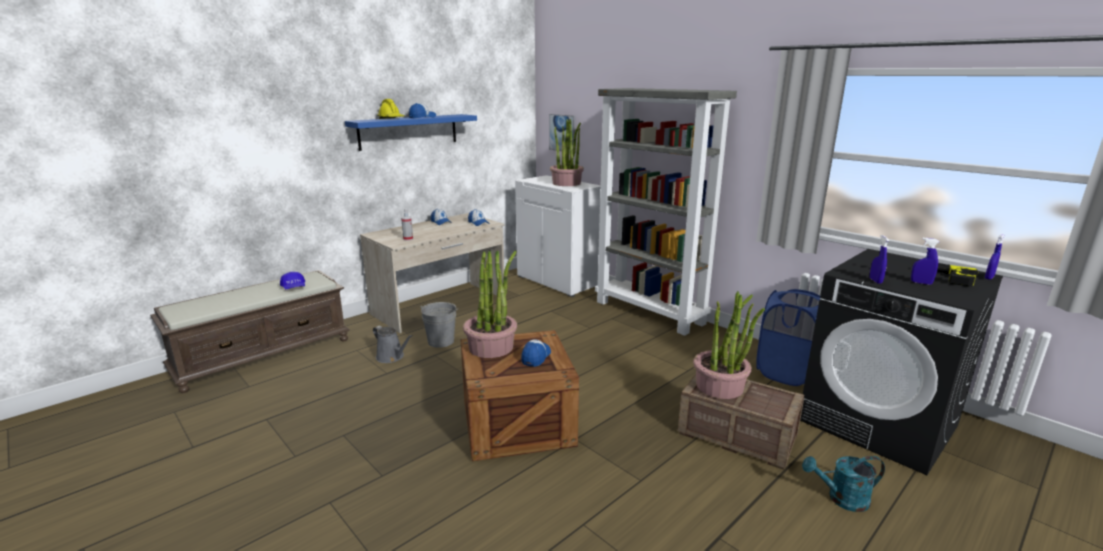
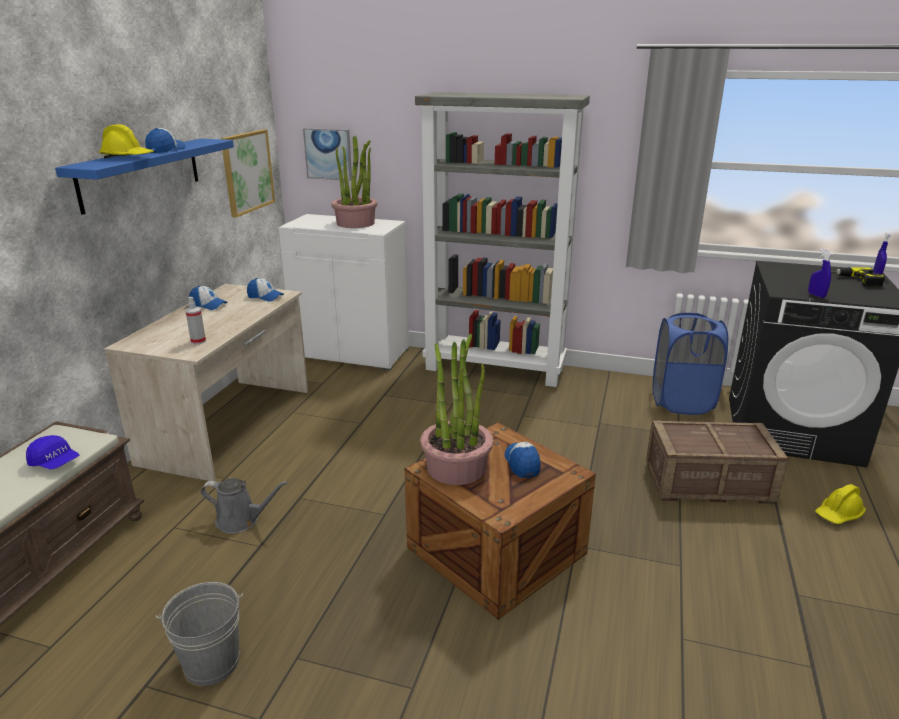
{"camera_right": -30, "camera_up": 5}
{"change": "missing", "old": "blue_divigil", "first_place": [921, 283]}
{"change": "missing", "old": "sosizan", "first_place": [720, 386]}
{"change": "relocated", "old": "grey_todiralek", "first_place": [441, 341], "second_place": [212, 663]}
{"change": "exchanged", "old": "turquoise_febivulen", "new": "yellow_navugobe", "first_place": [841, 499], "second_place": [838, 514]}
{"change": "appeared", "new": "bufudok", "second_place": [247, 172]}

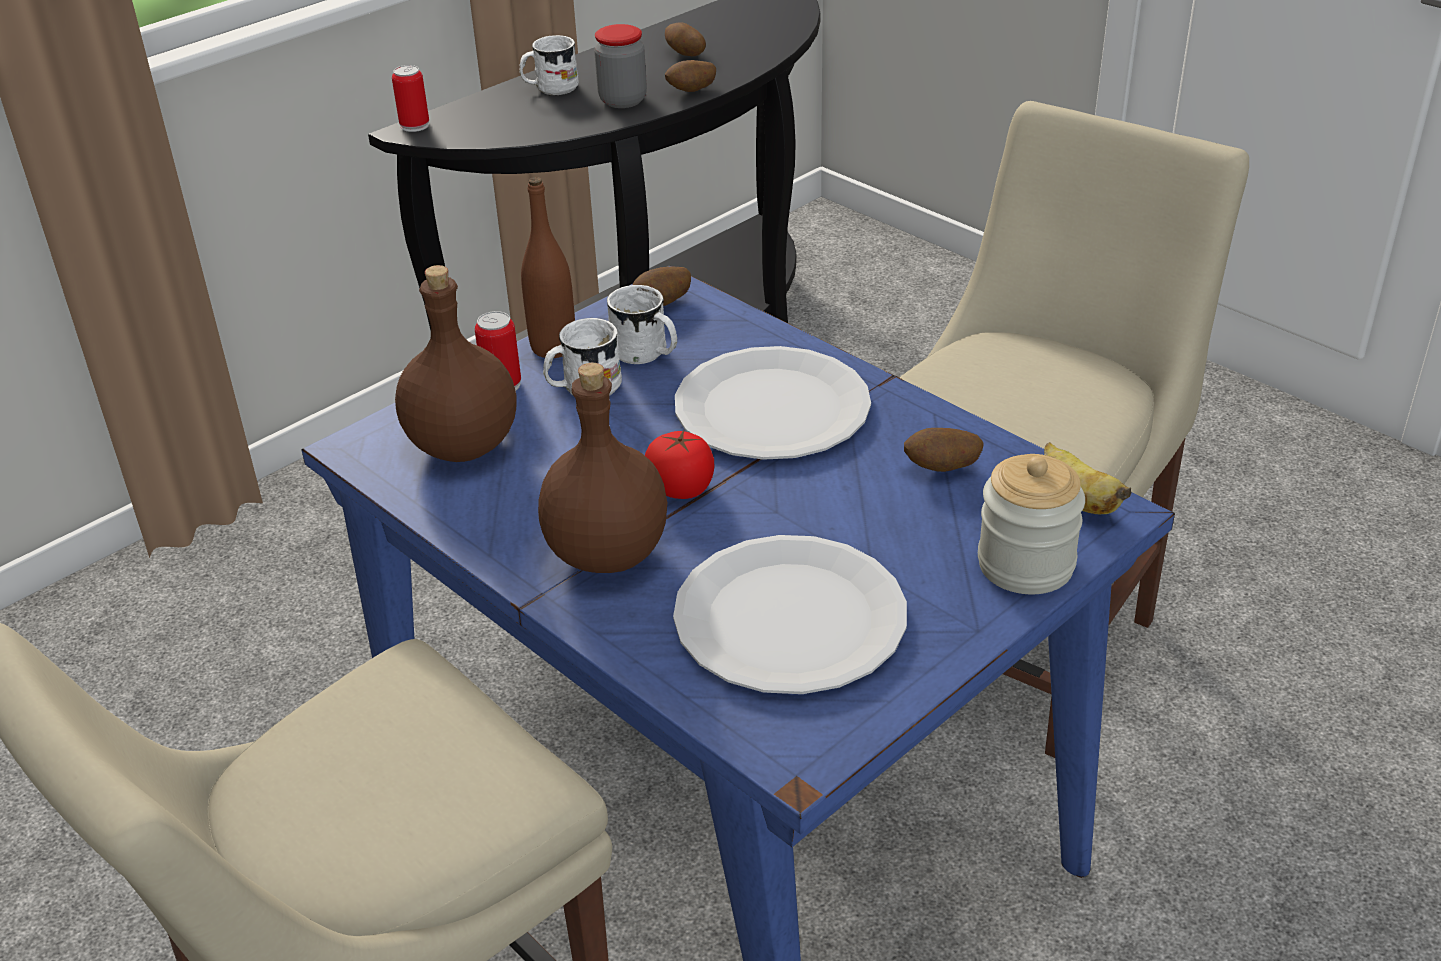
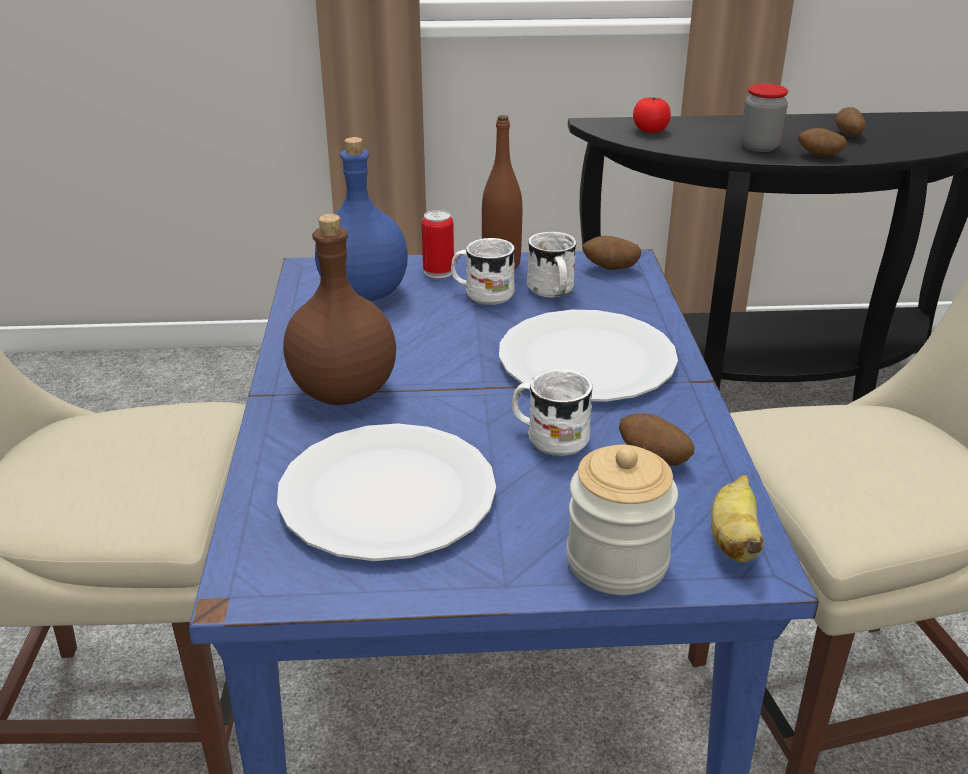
{"camera_right": 40, "camera_up": -5}
{"change": "relocated", "old": "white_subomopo", "first_place": [550, 88], "second_place": [549, 438]}
{"change": "missing", "old": "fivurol", "first_place": [414, 125]}
{"change": "colour", "old": "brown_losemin", "new": "blue_losemin", "first_place": [464, 447], "second_place": [363, 294]}
{"change": "relocated", "old": "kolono", "first_place": [681, 488], "second_place": [650, 130]}

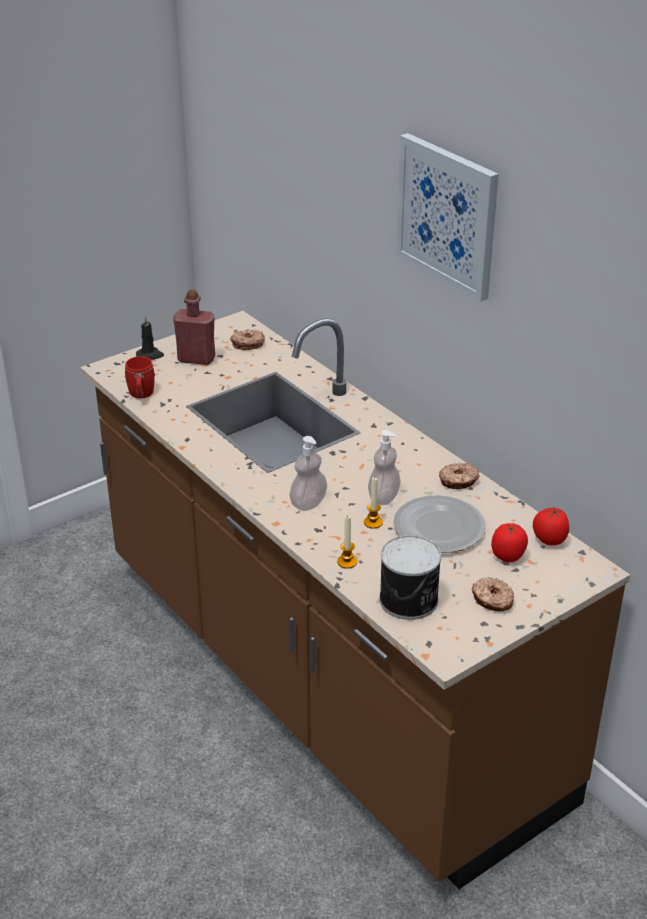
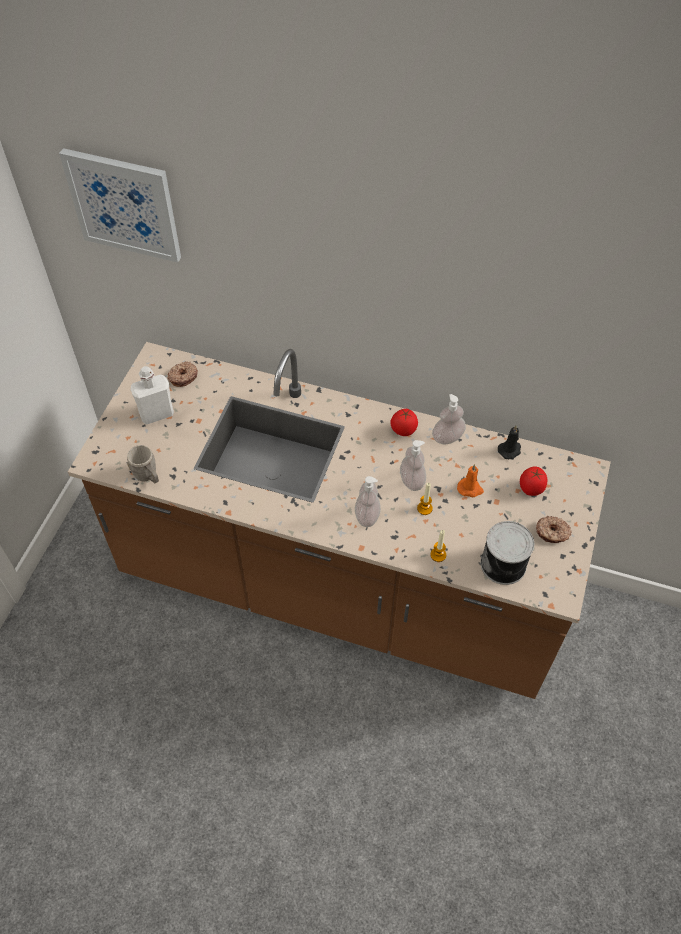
{"camera_right": -35, "camera_up": 20}
{"change": "relocated", "old": "bufudok", "first_place": [447, 215], "second_place": [124, 204]}
{"change": "colour", "old": "red_losemin", "new": "white_losemin", "first_place": [196, 359], "second_place": [156, 414]}
{"change": "relocated", "old": "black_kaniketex", "first_place": [150, 355], "second_place": [510, 450]}
{"change": "colour", "old": "red_subomopo", "new": "grey_subomopo", "first_place": [141, 395], "second_place": [148, 476]}
{"change": "exchanged", "old": "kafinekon", "new": "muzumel", "first_place": [458, 481], "second_place": [447, 437]}
{"change": "exchanged", "old": "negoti", "new": "orange_kaniketex", "first_place": [439, 528], "second_place": [470, 489]}
{"change": "relocated", "old": "kolono", "first_place": [549, 540], "second_place": [403, 430]}

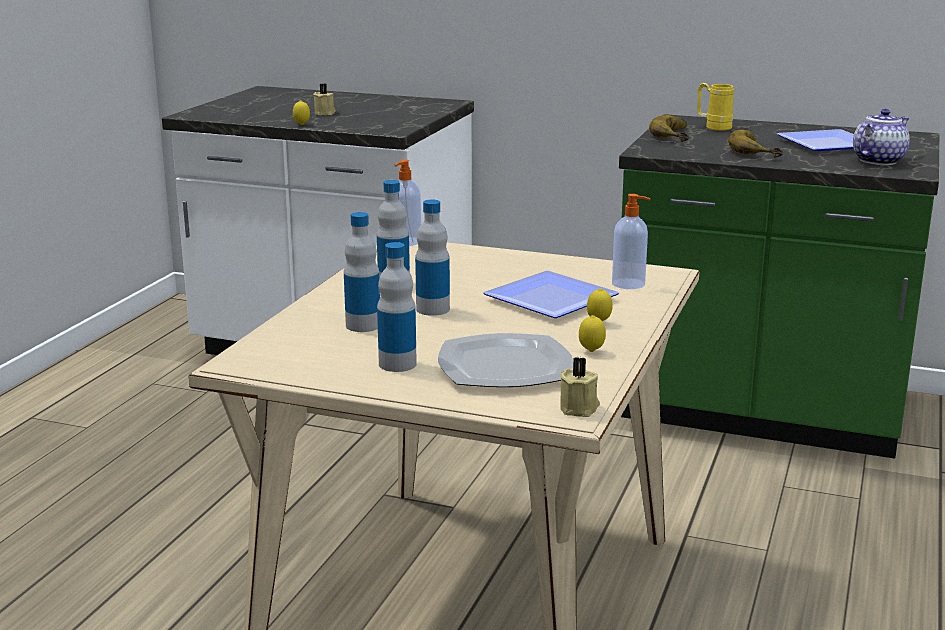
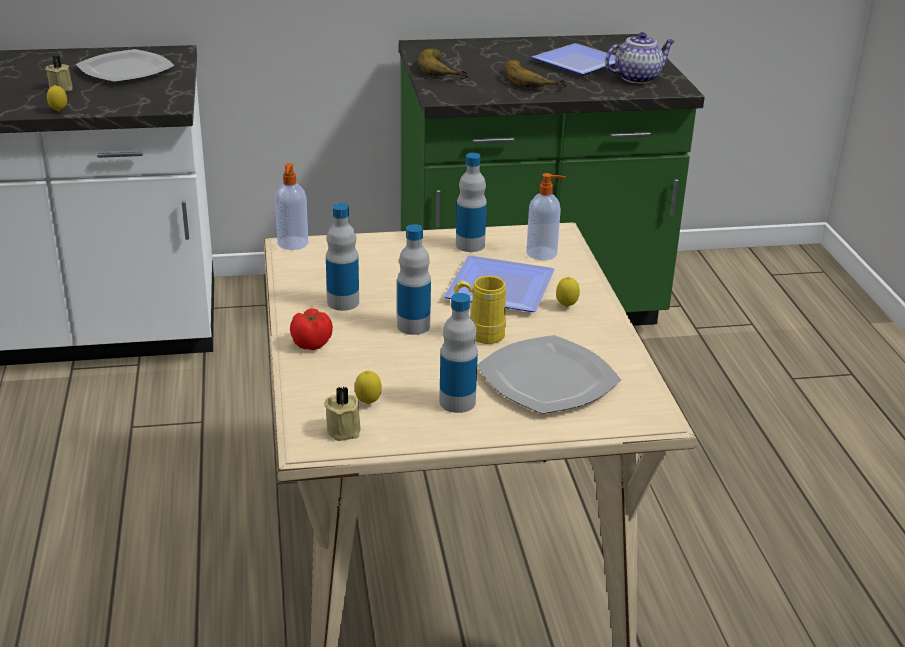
{"camera_right": -30, "camera_up": 10}
{"change": "relocated", "old": "yellow_subomopo", "first_place": [713, 127], "second_place": [479, 335]}
{"change": "spun", "old": "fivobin", "first_place": [878, 161], "second_place": [638, 78], "degrees": 45}
{"change": "relocated", "old": "losemin", "first_place": [363, 325], "second_place": [470, 245]}
{"change": "relocated", "old": "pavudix", "first_place": [591, 351], "second_place": [368, 403]}
{"change": "relocated", "old": "beige_kaniketex", "first_place": [580, 408], "second_place": [345, 429]}
{"change": "appeared", "new": "negoti", "second_place": [125, 70]}
{"change": "appeared", "new": "kolono", "second_place": [312, 343]}

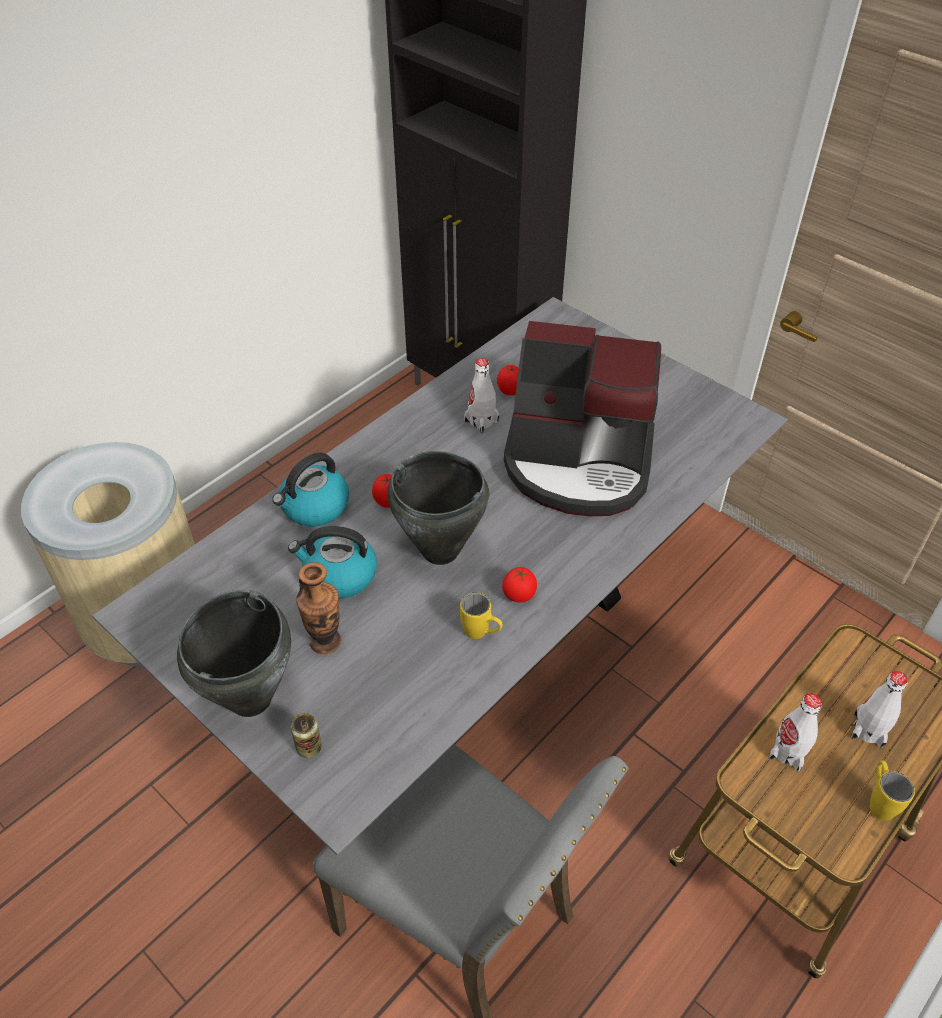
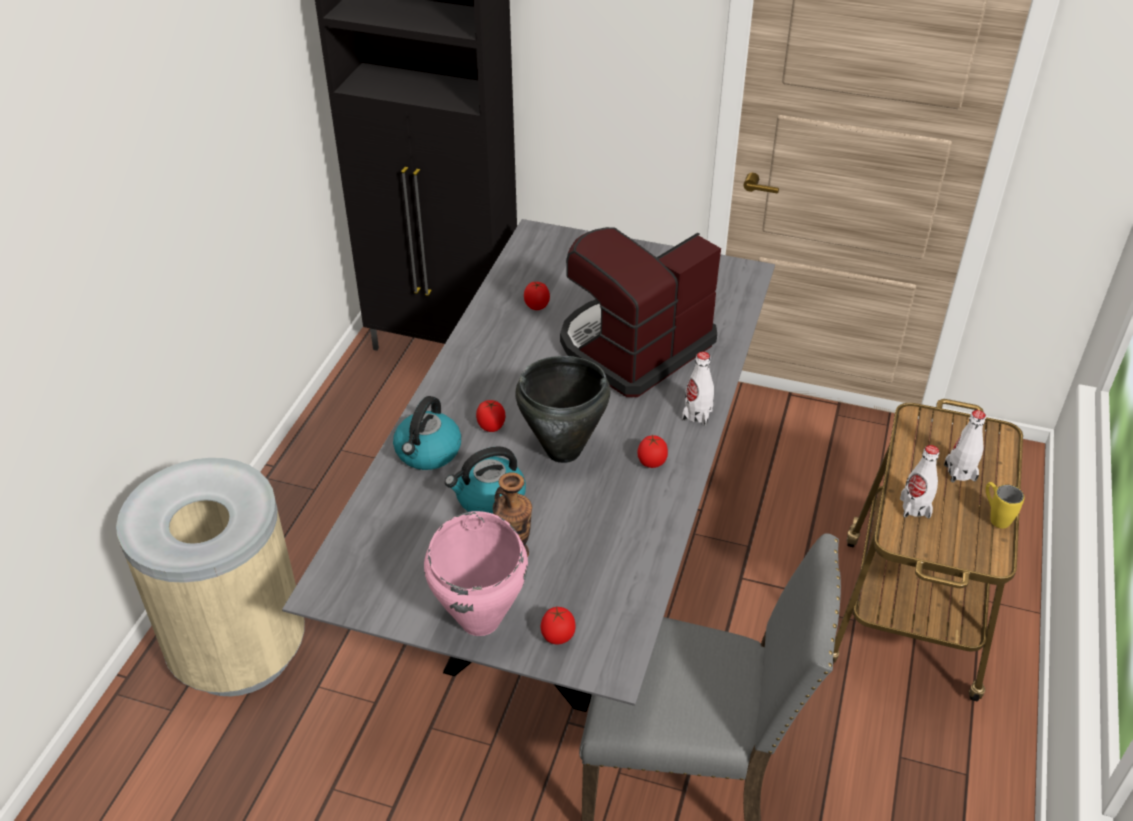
{"camera_right": -25, "camera_up": -5}
{"change": "spun", "old": "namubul", "first_place": [579, 464], "second_place": [633, 347], "degrees": 150}
{"change": "relocated", "old": "white_losemin", "first_place": [481, 421], "second_place": [697, 415]}
{"change": "colour", "old": "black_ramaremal", "new": "pink_ramaremal", "first_place": [252, 698], "second_place": [481, 619]}
{"change": "missing", "old": "yellow_subomopo", "first_place": [481, 634]}
{"change": "exchanged", "old": "fivurol", "new": "kolono", "first_place": [309, 747], "second_place": [557, 637]}

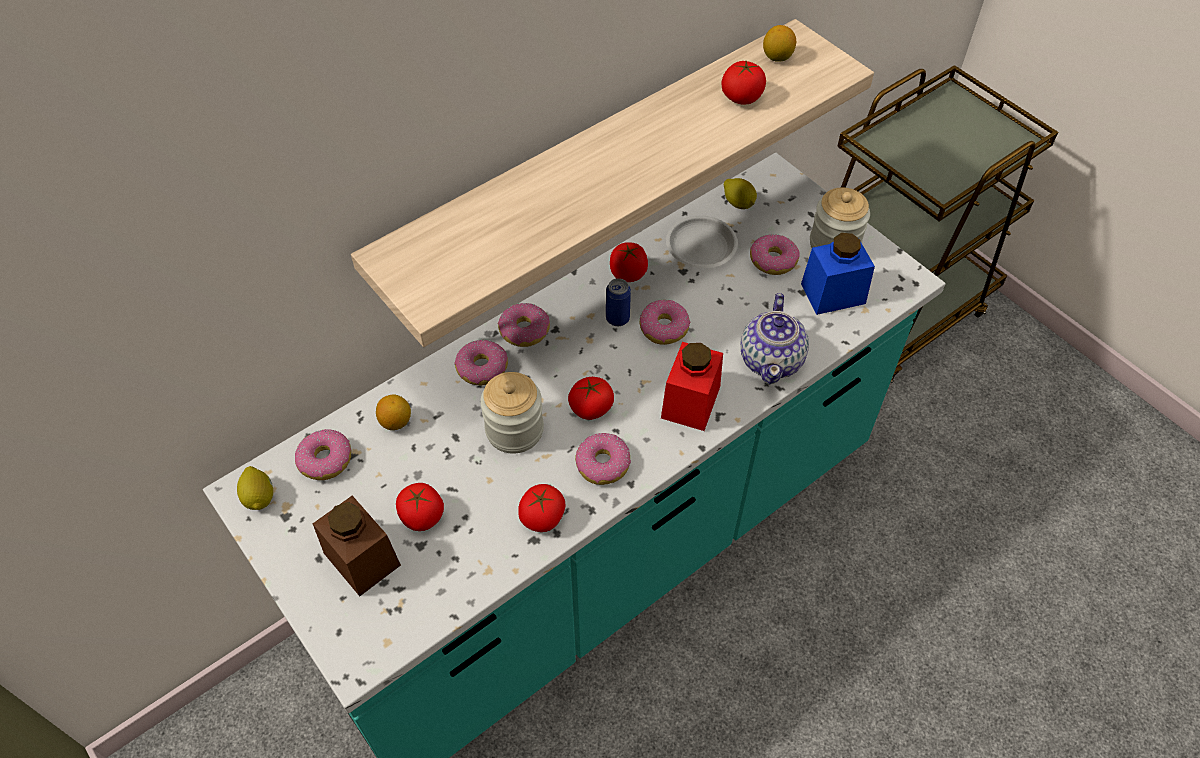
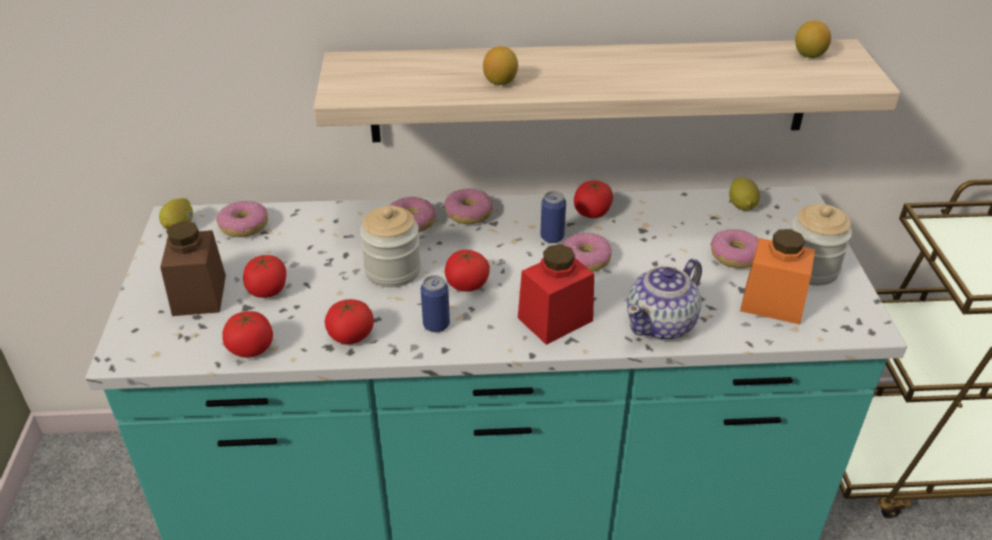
{"camera_right": 35, "camera_up": -15}
{"change": "relocated", "old": "kolono", "first_place": [741, 97], "second_place": [251, 348]}
{"change": "missing", "old": "white_negoti", "first_place": [701, 246]}
{"change": "colour", "old": "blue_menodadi", "new": "orange_menodadi", "first_place": [833, 293], "second_place": [772, 303]}
{"change": "relocated", "old": "pavudix", "first_place": [396, 422], "second_place": [500, 82]}
{"change": "exchanged", "old": "kafinekon", "new": "fivurol", "first_place": [602, 464], "second_place": [436, 325]}

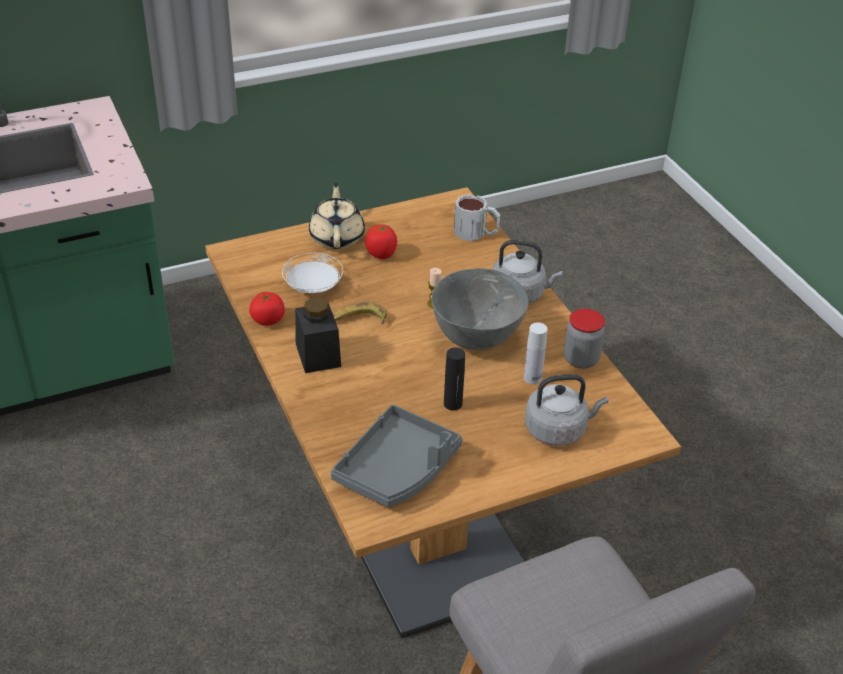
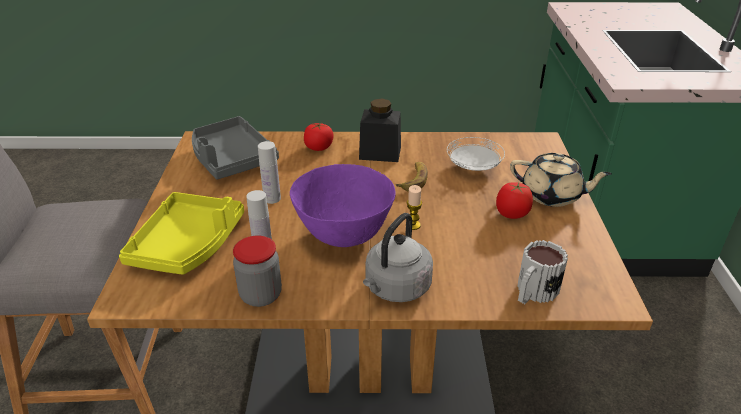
{"camera_right": 115, "camera_up": -5}
{"change": "colour", "old": "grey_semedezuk", "new": "purple_semedezuk", "first_place": [475, 338], "second_place": [345, 235]}
{"change": "relocated", "old": "kolono", "first_place": [268, 319], "second_place": [318, 147]}
{"change": "colour", "old": "black_losemin", "new": "white_losemin", "first_place": [453, 404], "second_place": [272, 198]}
{"change": "exchanged", "old": "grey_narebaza", "new": "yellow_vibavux", "first_place": [558, 430], "second_place": [188, 244]}

